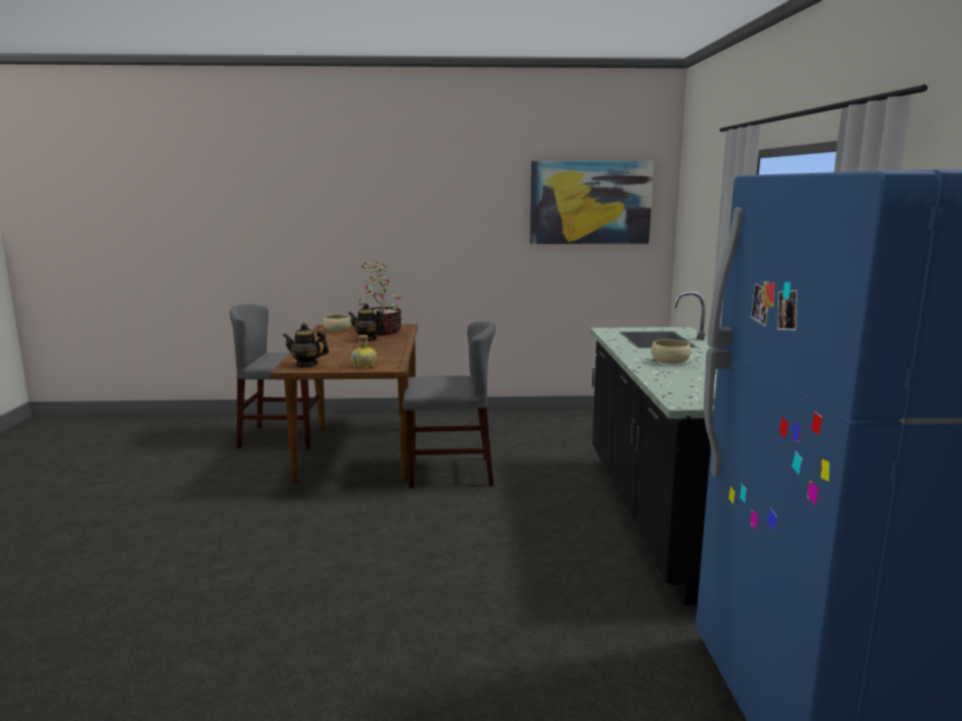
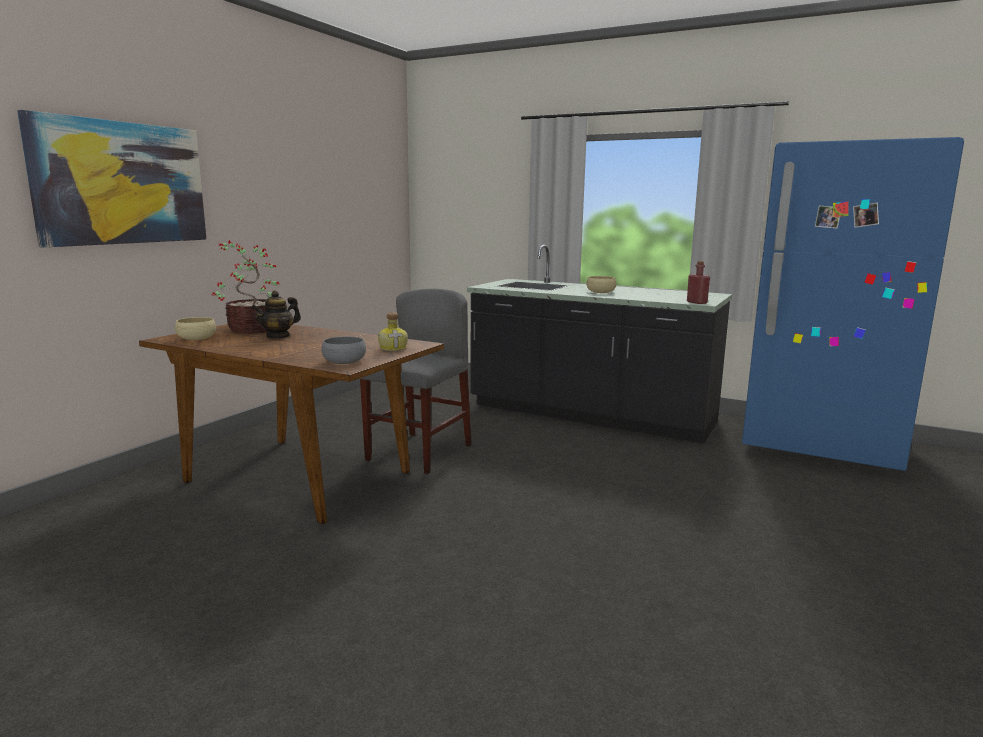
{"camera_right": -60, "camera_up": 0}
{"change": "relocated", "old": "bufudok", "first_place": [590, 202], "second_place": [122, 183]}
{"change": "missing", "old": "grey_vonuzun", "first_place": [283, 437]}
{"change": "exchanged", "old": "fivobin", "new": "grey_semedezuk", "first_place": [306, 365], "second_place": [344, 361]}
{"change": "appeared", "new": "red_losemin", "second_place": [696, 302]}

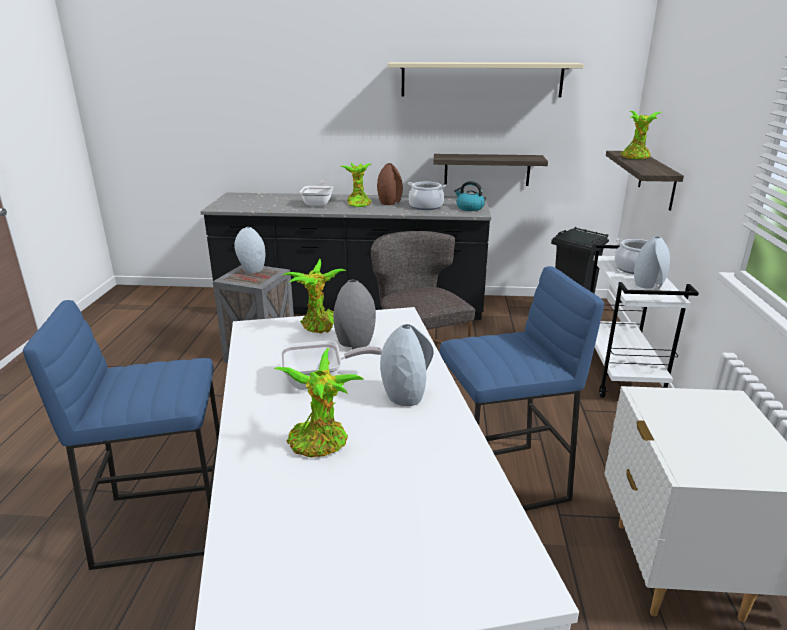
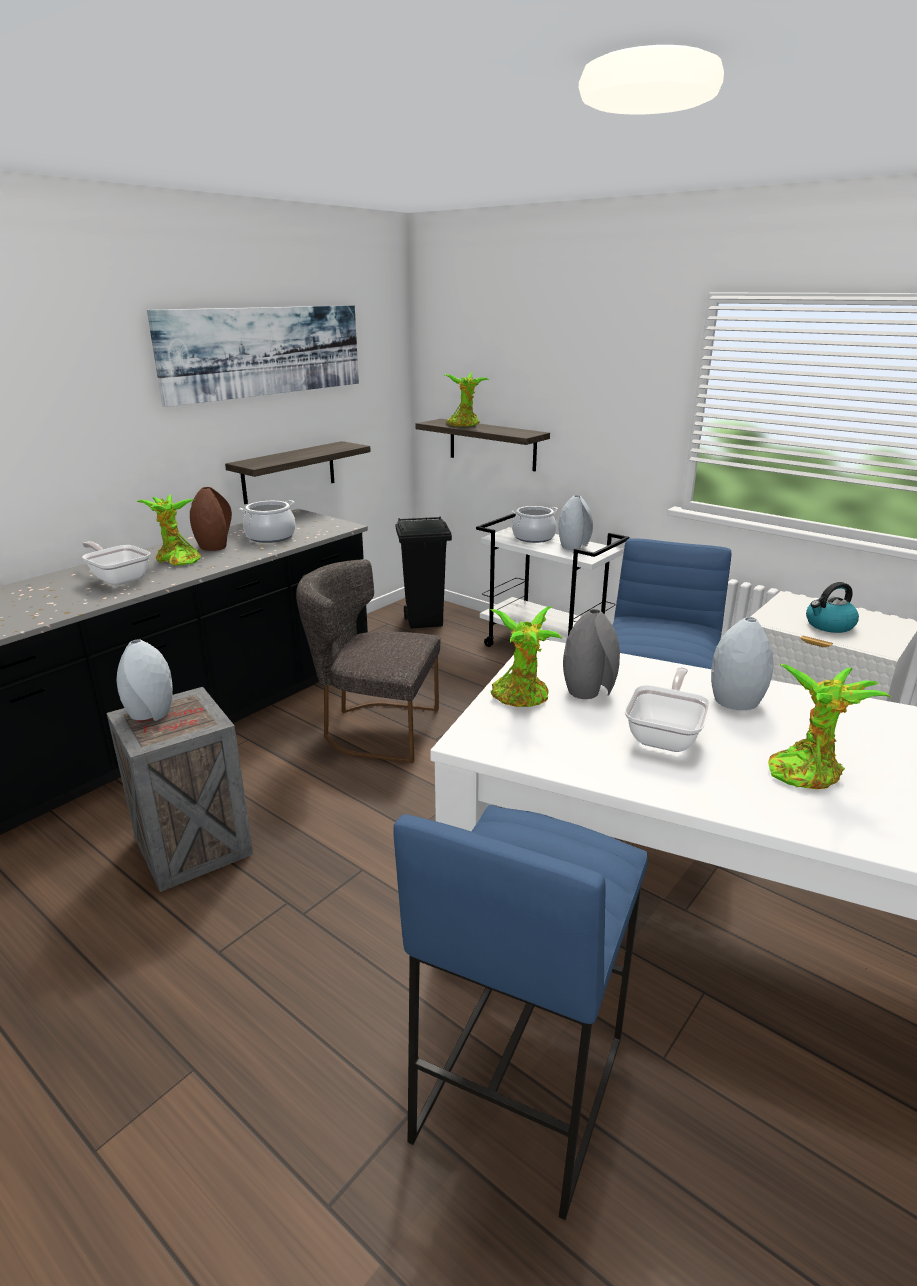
{"camera_right": -55, "camera_up": 0}
{"change": "exchanged", "old": "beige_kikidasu", "new": "bufudok", "first_place": [481, 79], "second_place": [265, 351]}
{"change": "relocated", "old": "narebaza", "first_place": [469, 208], "second_place": [829, 625]}

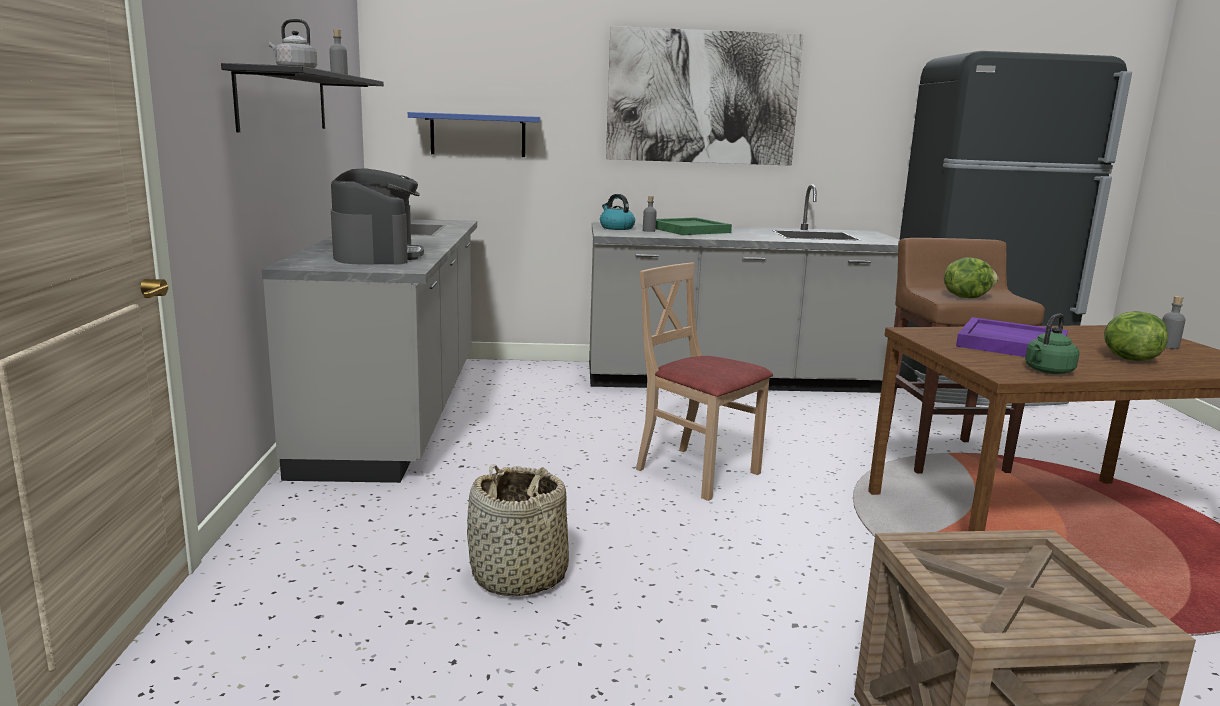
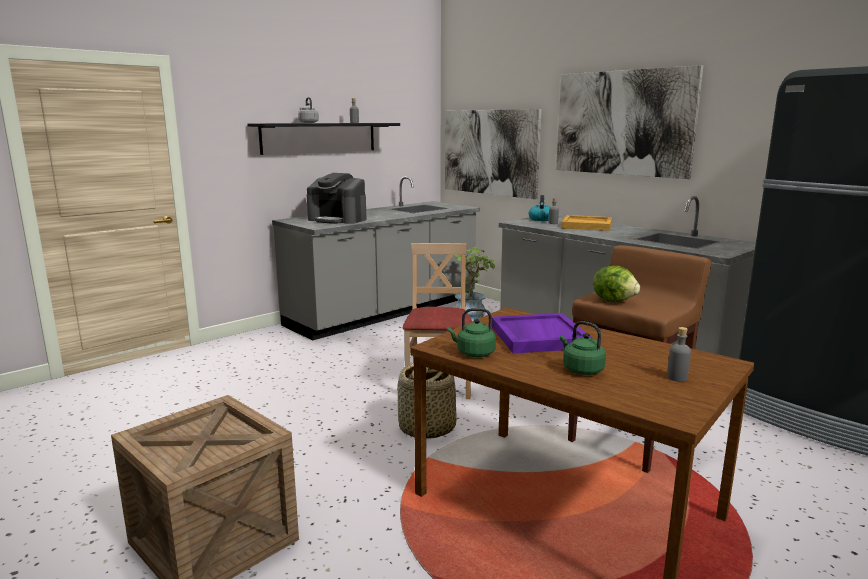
{"camera_right": 50, "camera_up": 0}
{"change": "exchanged", "old": "blue_kikidasu", "new": "bufudok", "first_place": [478, 135], "second_place": [490, 152]}
{"change": "spun", "old": "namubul", "first_place": [377, 255], "second_place": [338, 219], "degrees": 75}
{"change": "colour", "old": "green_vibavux", "new": "beige_vibavux", "first_place": [689, 230], "second_place": [587, 225]}
{"change": "exchanged", "old": "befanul", "new": "green_narebaza", "first_place": [1128, 359], "second_place": [581, 369]}
{"change": "relocated", "old": "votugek", "first_place": [519, 577], "second_place": [426, 428]}
{"change": "appeared", "new": "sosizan", "second_place": [472, 313]}

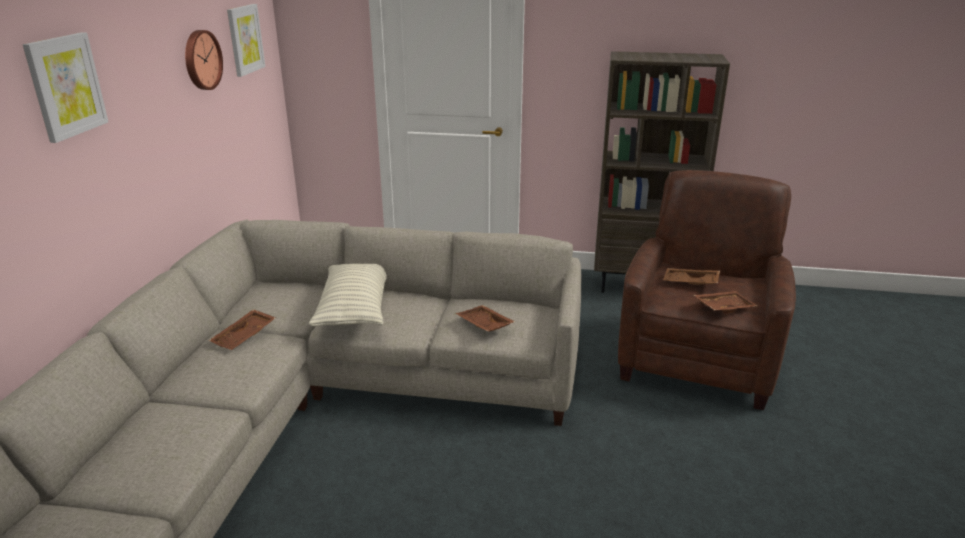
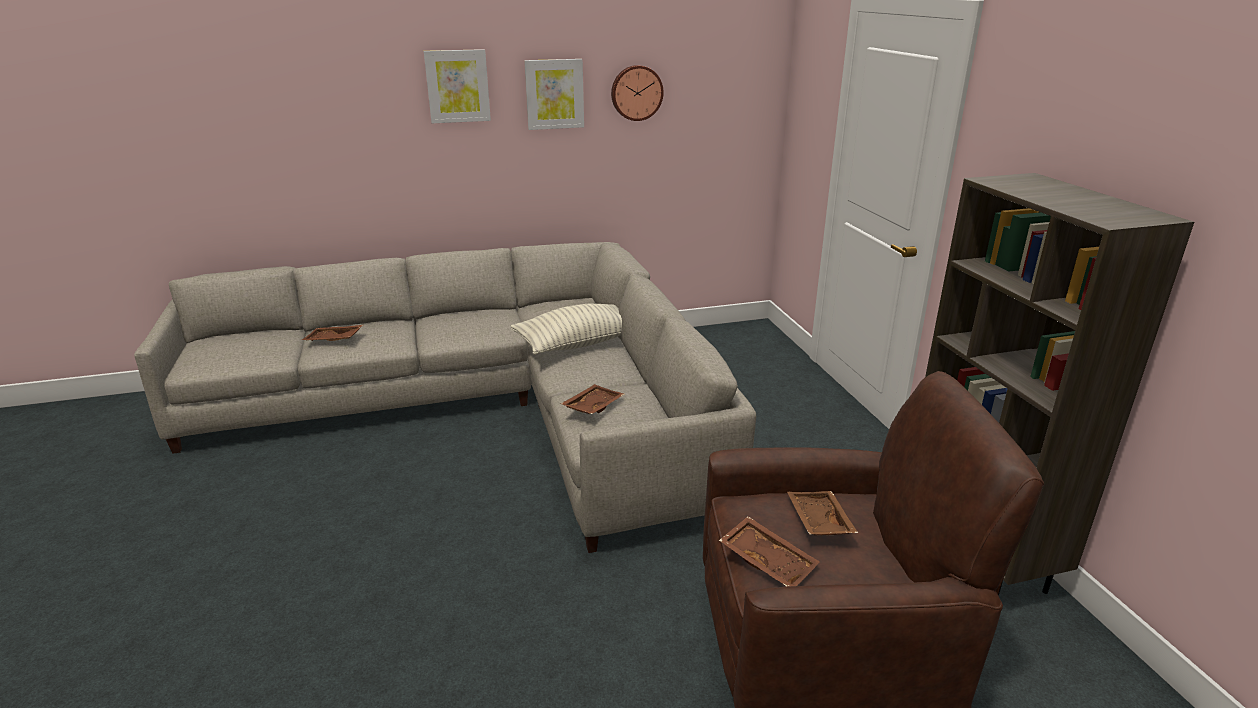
{"camera_right": 65, "camera_up": 0}
{"change": "relocated", "old": "bufudok", "first_place": [245, 39], "second_place": [554, 94]}
{"change": "relocated", "old": "brown_vibavux", "first_place": [245, 337], "second_place": [333, 340]}

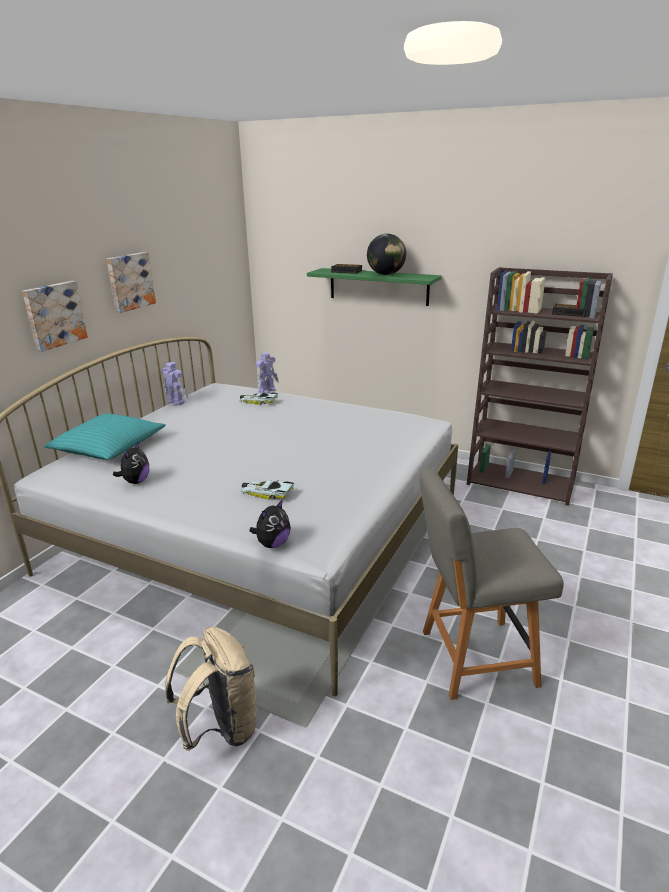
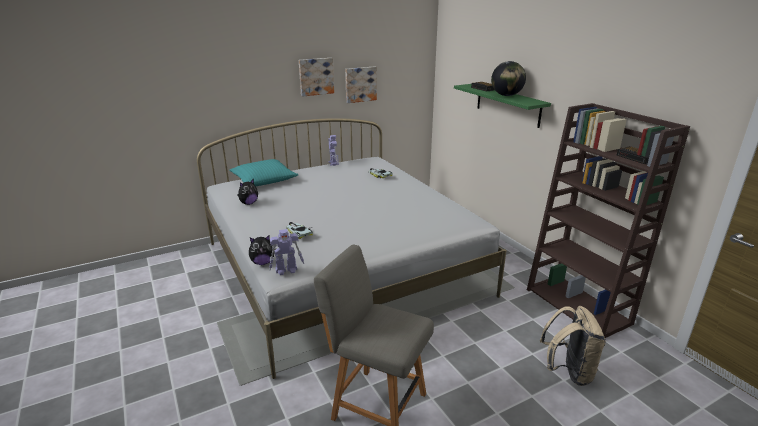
{"camera_right": 35, "camera_up": 0}
{"change": "relocated", "old": "bufudok", "first_place": [54, 315], "second_place": [360, 84]}
{"change": "relocated", "old": "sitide", "first_place": [267, 390], "second_place": [287, 270]}
{"change": "relocated", "old": "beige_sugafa", "first_place": [221, 728], "second_place": [568, 371]}

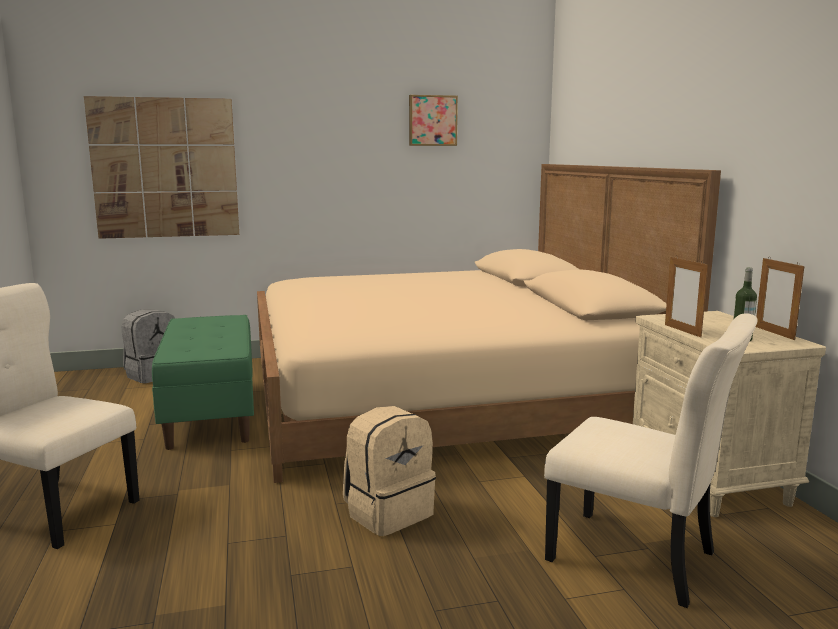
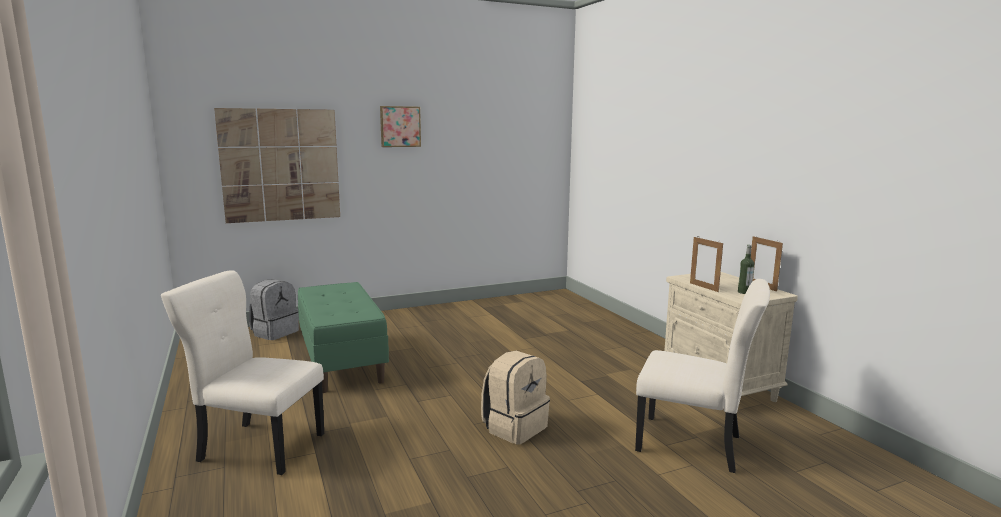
{"camera_right": -10, "camera_up": 0}
{"change": "relocated", "old": "bufudok", "first_place": [432, 120], "second_place": [400, 126]}
{"change": "missing", "old": "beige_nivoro", "first_place": [444, 393]}

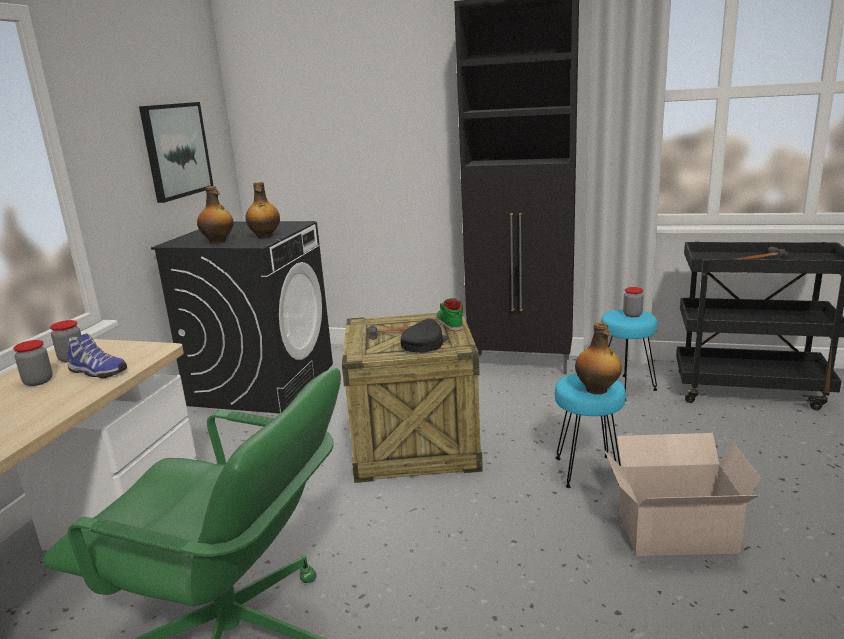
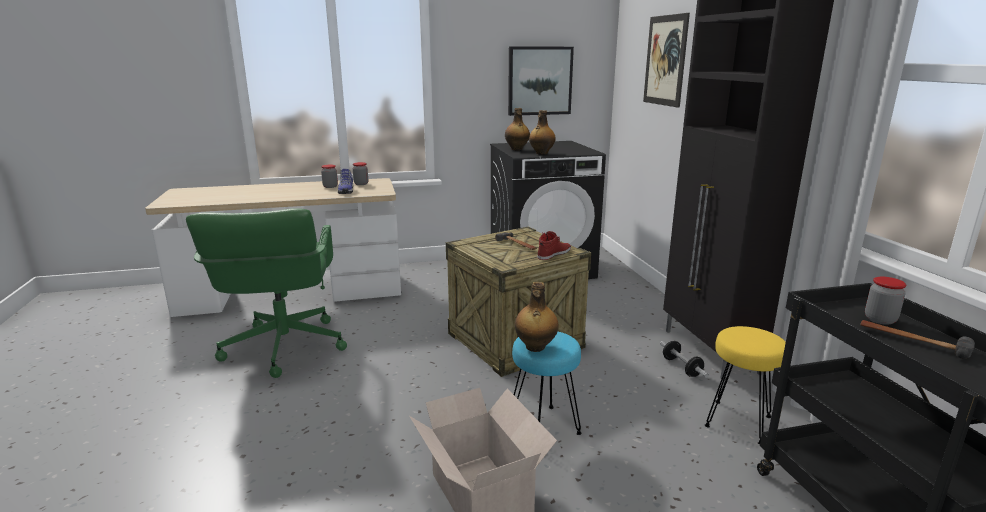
{"camera_right": 60, "camera_up": 0}
{"change": "relocated", "old": "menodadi", "first_place": [632, 315], "second_place": [880, 319]}
{"change": "colour", "old": "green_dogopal", "new": "red_dogopal", "first_place": [449, 323], "second_place": [553, 254]}
{"change": "colour", "old": "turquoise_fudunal", "new": "yellow_fudunal", "first_place": [625, 388], "second_place": [739, 422]}
{"change": "missing", "old": "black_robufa", "first_place": [424, 343]}
{"change": "appeared", "new": "bufudok", "second_place": [665, 60]}
{"change": "appeared", "new": "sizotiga", "second_place": [681, 367]}

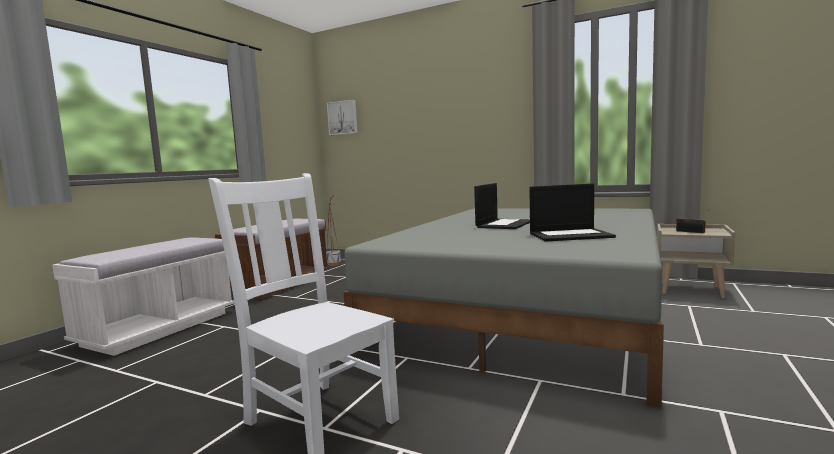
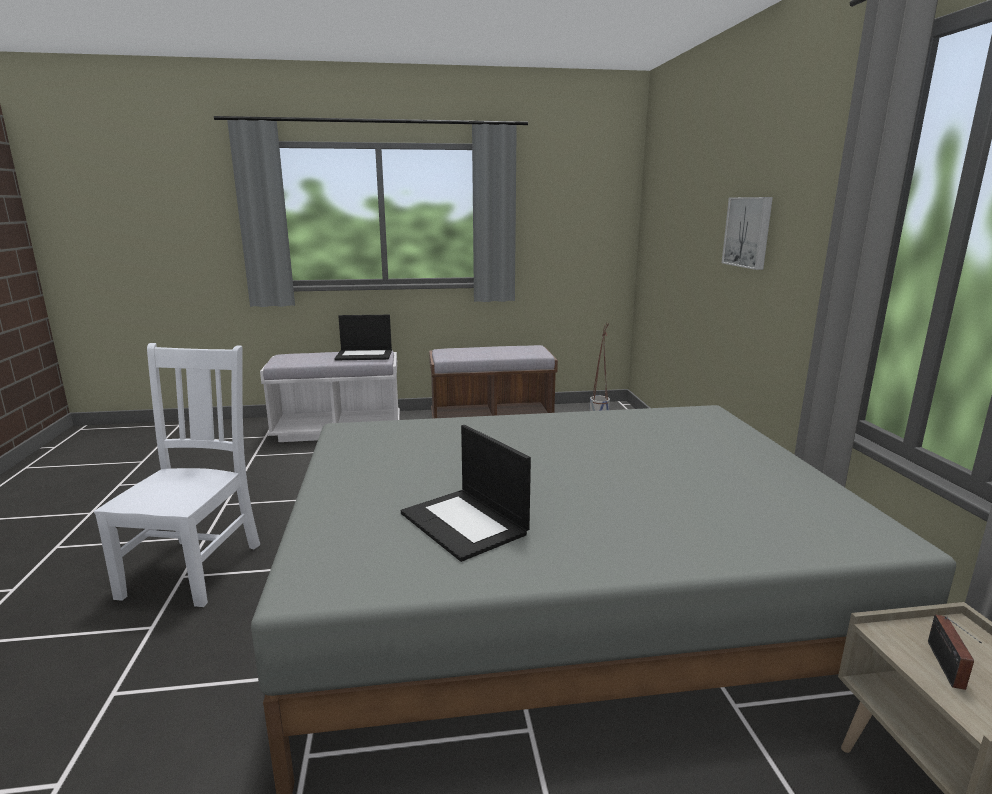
{"camera_right": 55, "camera_up": 10}
{"change": "relocated", "old": "bufudok", "first_place": [343, 118], "second_place": [749, 232]}
{"change": "relocated", "old": "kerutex", "first_place": [504, 224], "second_place": [365, 355]}

